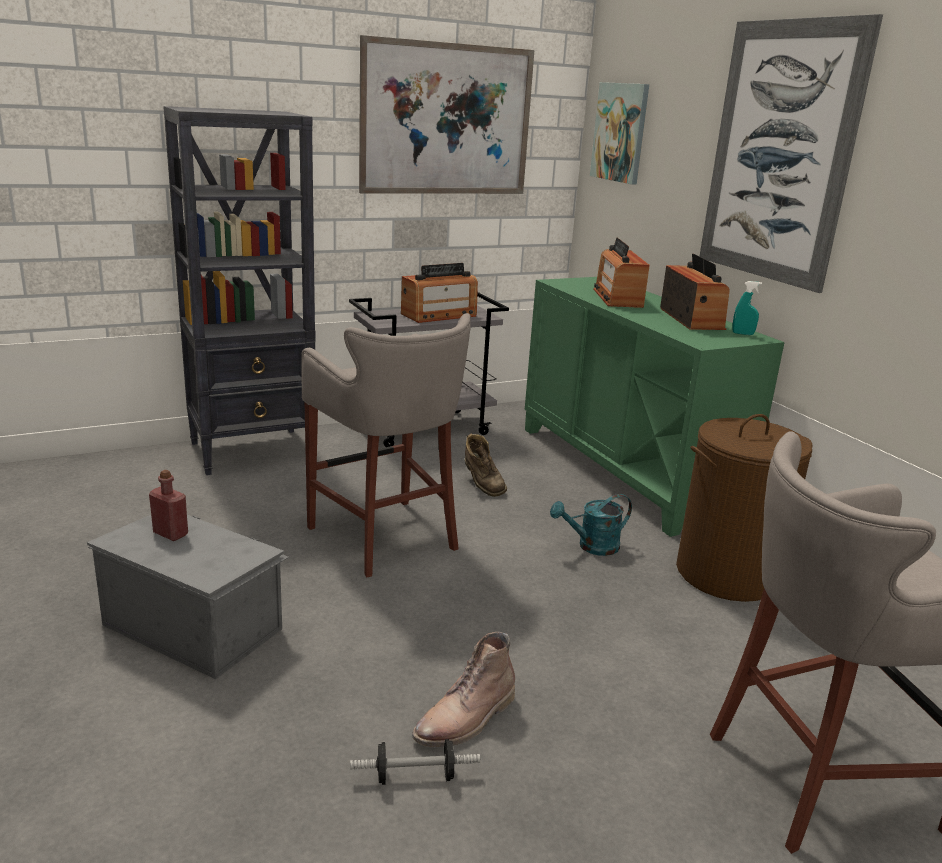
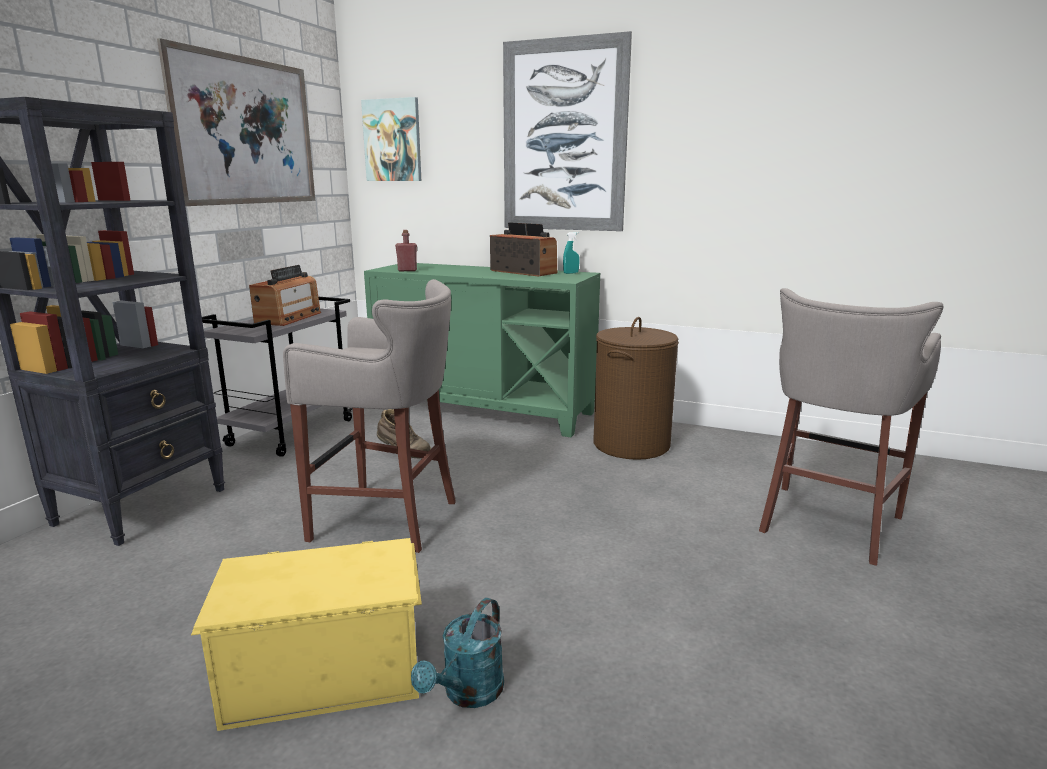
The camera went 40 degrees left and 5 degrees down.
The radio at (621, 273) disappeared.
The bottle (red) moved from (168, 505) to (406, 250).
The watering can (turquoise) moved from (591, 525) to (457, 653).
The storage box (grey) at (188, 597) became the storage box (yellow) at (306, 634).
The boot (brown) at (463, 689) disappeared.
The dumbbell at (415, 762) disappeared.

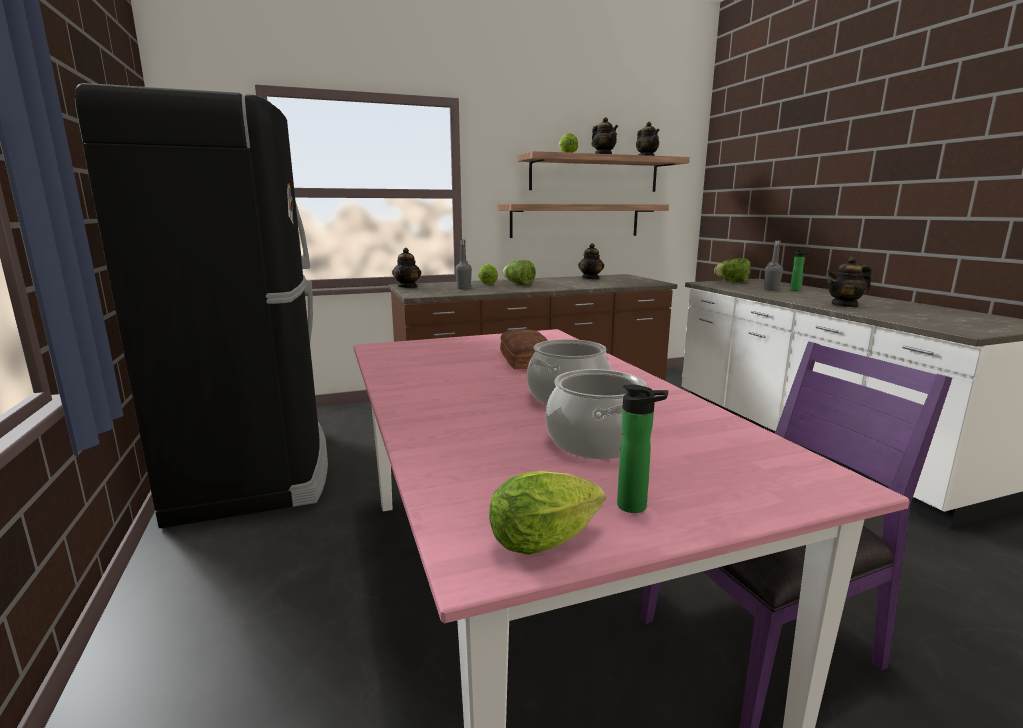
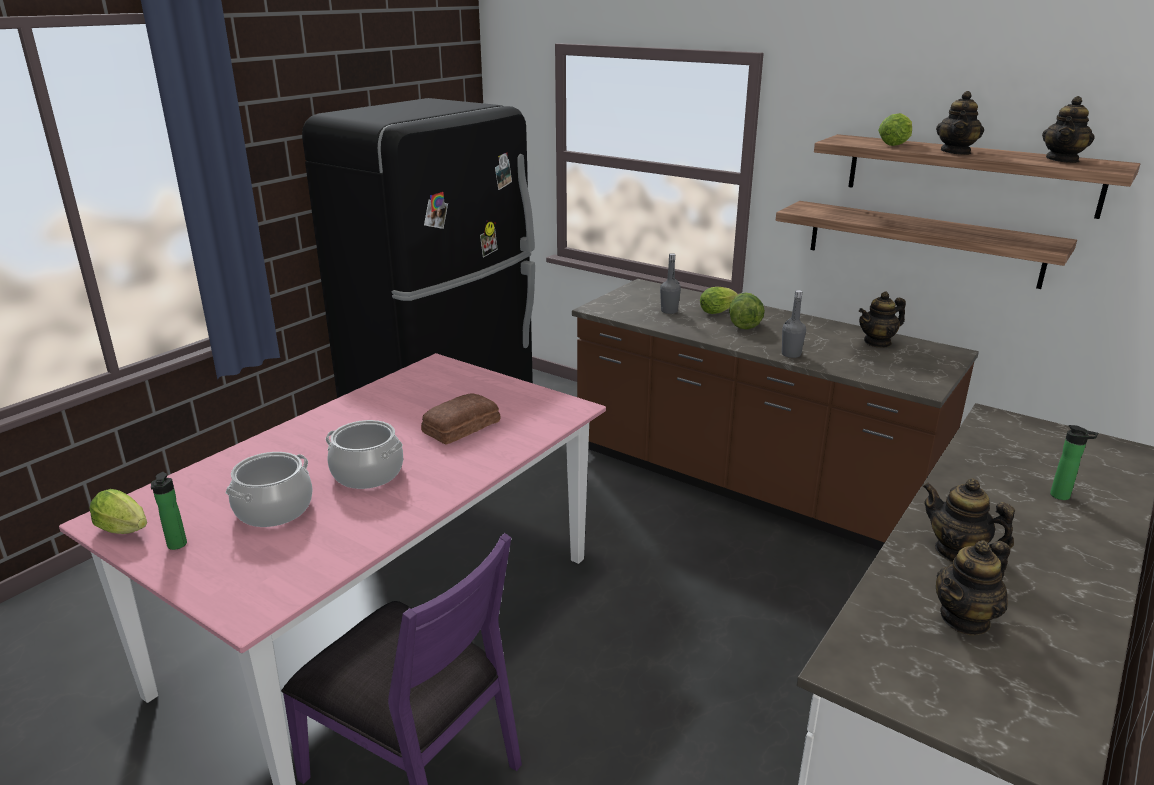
The camera went 55 degrees right and 10 degrees up.
The bottle (grey) moved from (773, 265) to (794, 324).
The teapot moved from (406, 268) to (973, 588).
The lettuce at (732, 270) disappeared.

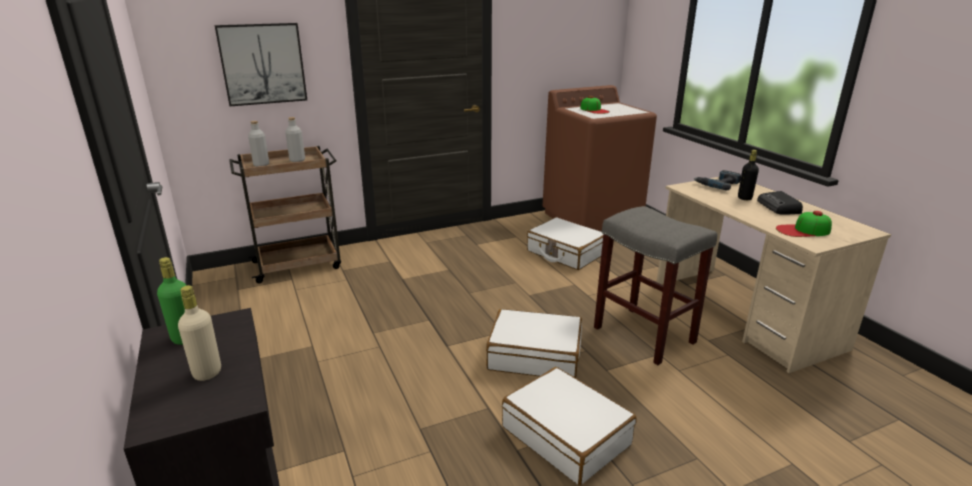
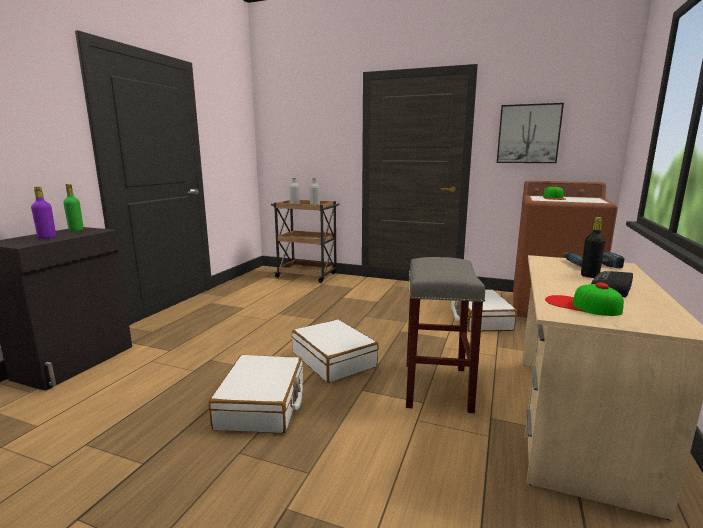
The camera went 45 degrees right and 10 degrees down.
The picture moved from (261, 64) to (530, 133).
The bottle (beige) at (199, 333) became the bottle (purple) at (43, 213).

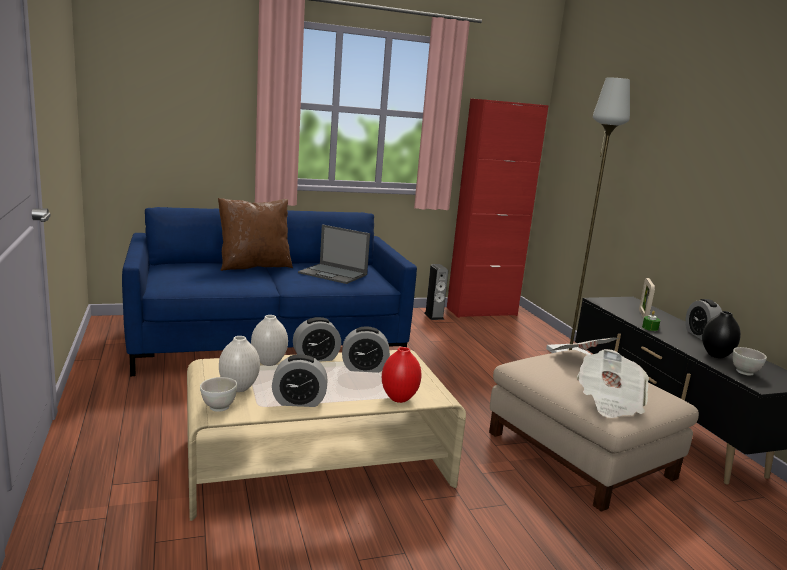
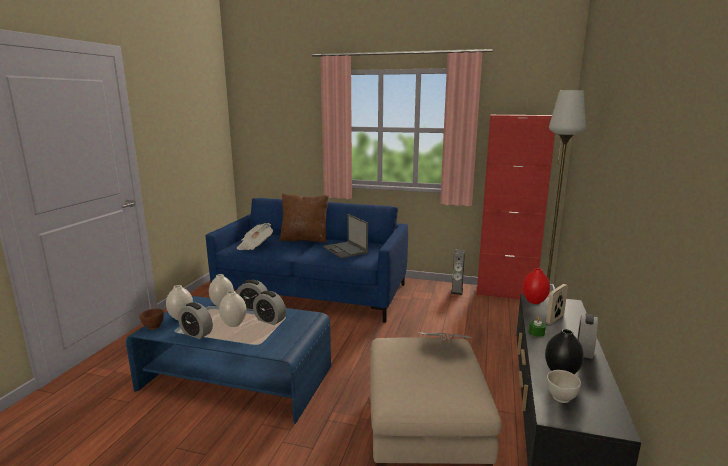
The camera went 35 degrees right and 0 degrees up.
The vase (red) moved from (401, 375) to (536, 286).
The newspaper moved from (613, 383) to (255, 236).
The coffee table (beige) at (326, 435) became the coffee table (blue) at (228, 360).
The bowl (white) at (218, 394) became the bowl (brown) at (151, 319).
The vase (white) at (232, 308) appeared.

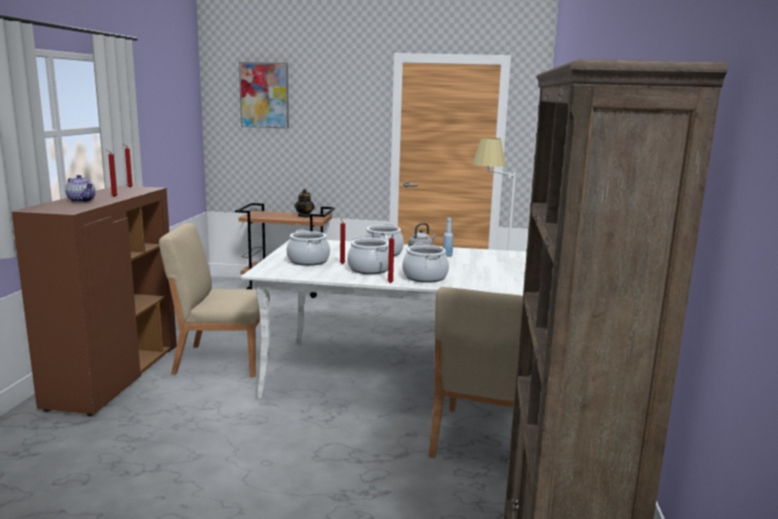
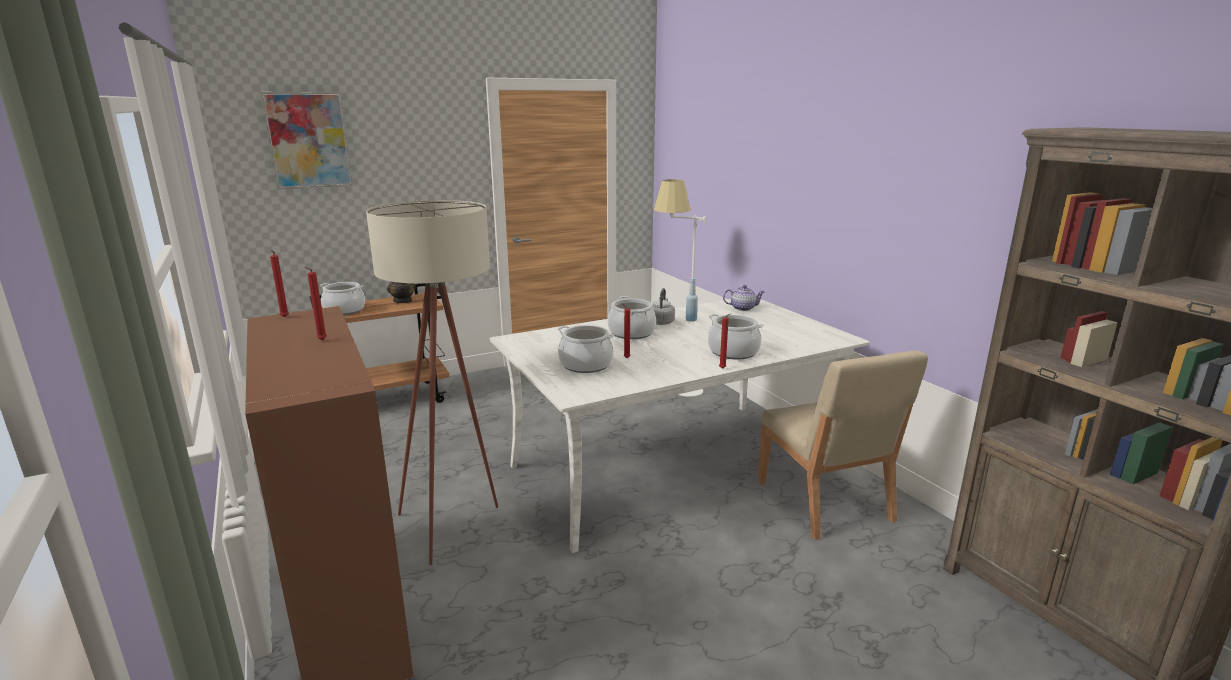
The camera went 35 degrees left and 5 degrees up.
The teapot moved from (80, 189) to (744, 298).
The chair (beige) at (214, 300) was replaced by the floor lamp (beige) at (432, 382).
The cooking pot moved from (368, 255) to (342, 298).

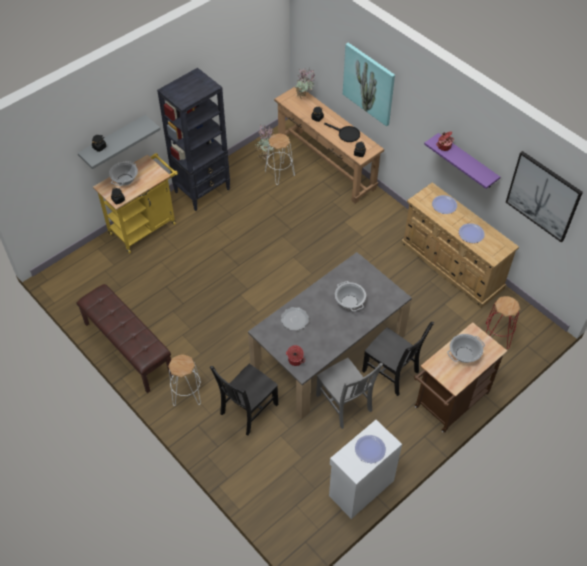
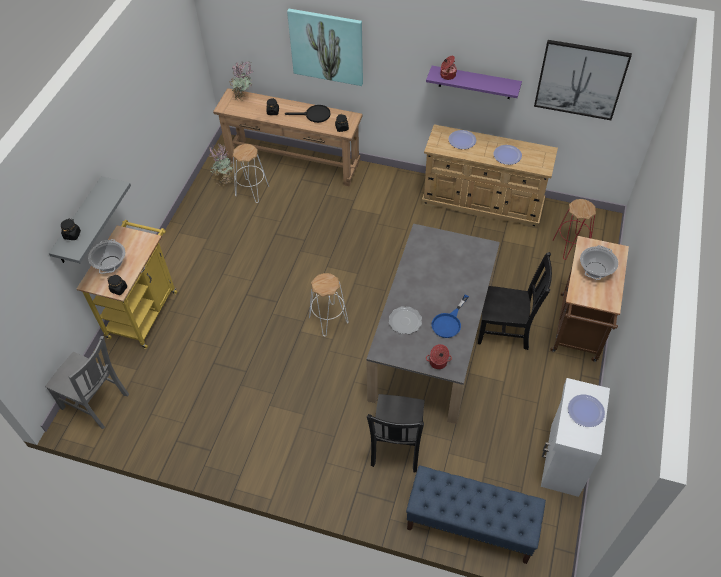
The camera went 30 degrees left and 0 degrees up.
The bookcase (black) at (193, 139) disappeared.
The cooking pot at (350, 296) disappeared.
The bench (brown) at (124, 338) disappeared.
The stool (white) moved from (184, 380) to (328, 305).
The chair (grey) moved from (349, 393) to (87, 382).
The frying pan (blue) at (450, 316) appeared.
The bench (blue) at (476, 514) appeared.

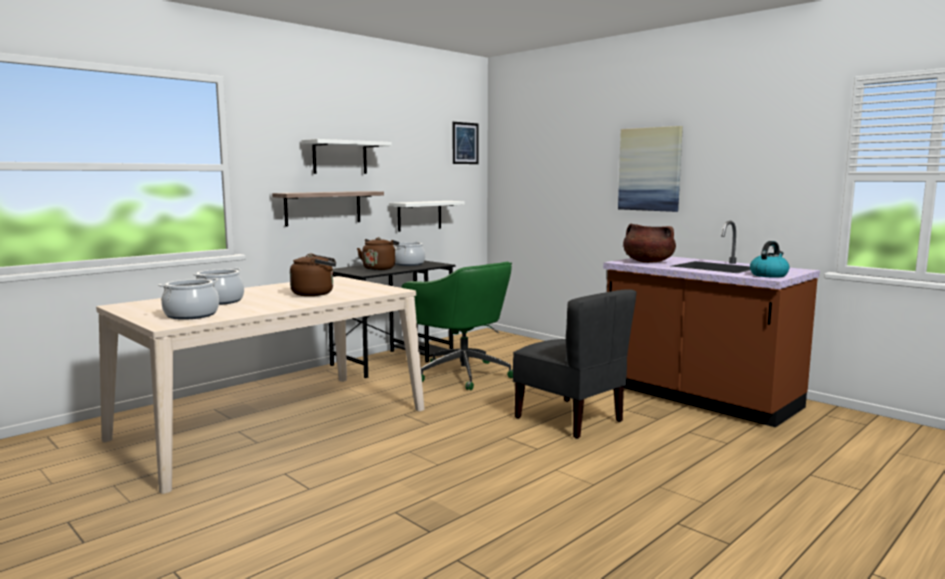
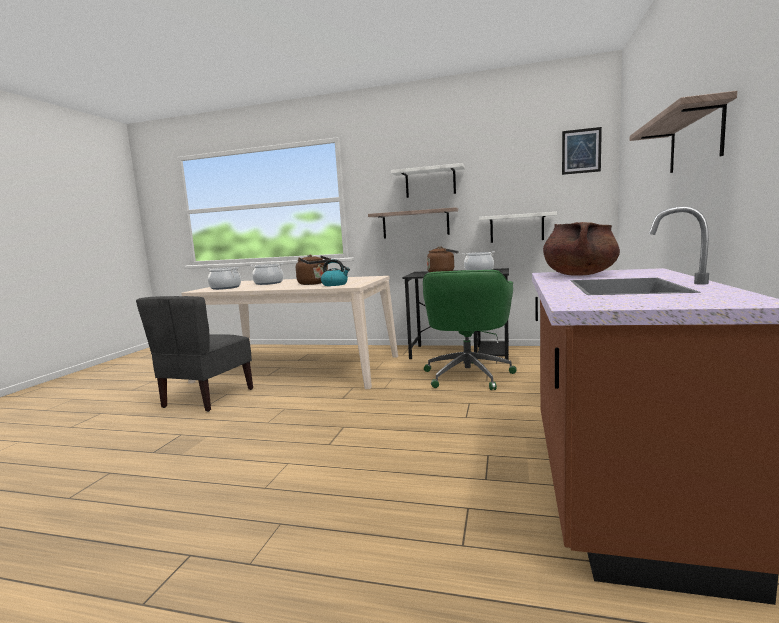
The camera went 60 degrees right and 0 degrees up.
The picture at (650, 169) was replaced by the shelf at (683, 132).
The kettle moved from (769, 259) to (335, 272).
The chair (grey) moved from (575, 364) to (194, 354).

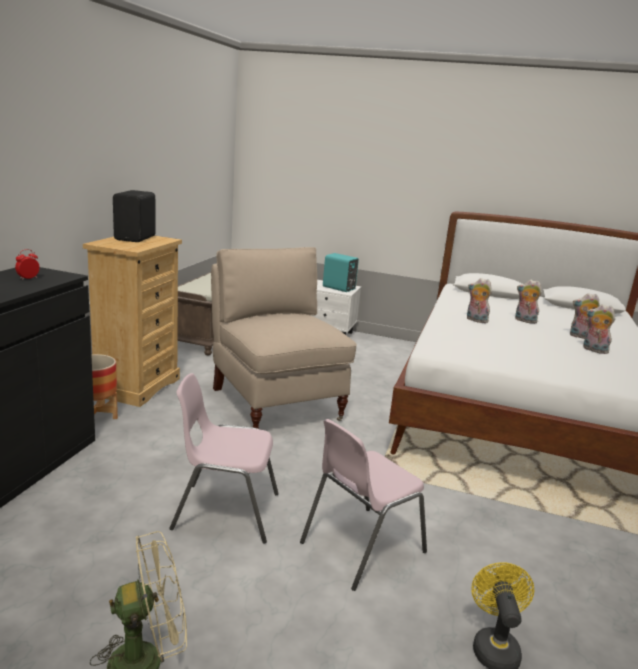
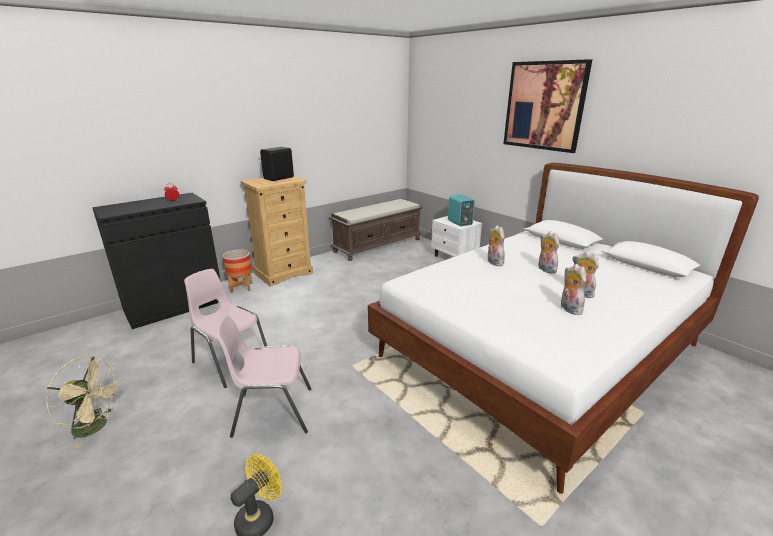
The camera went 35 degrees right and 5 degrees up.
The chair (beige) at (284, 338) disappeared.
The picture at (547, 106) appeared.

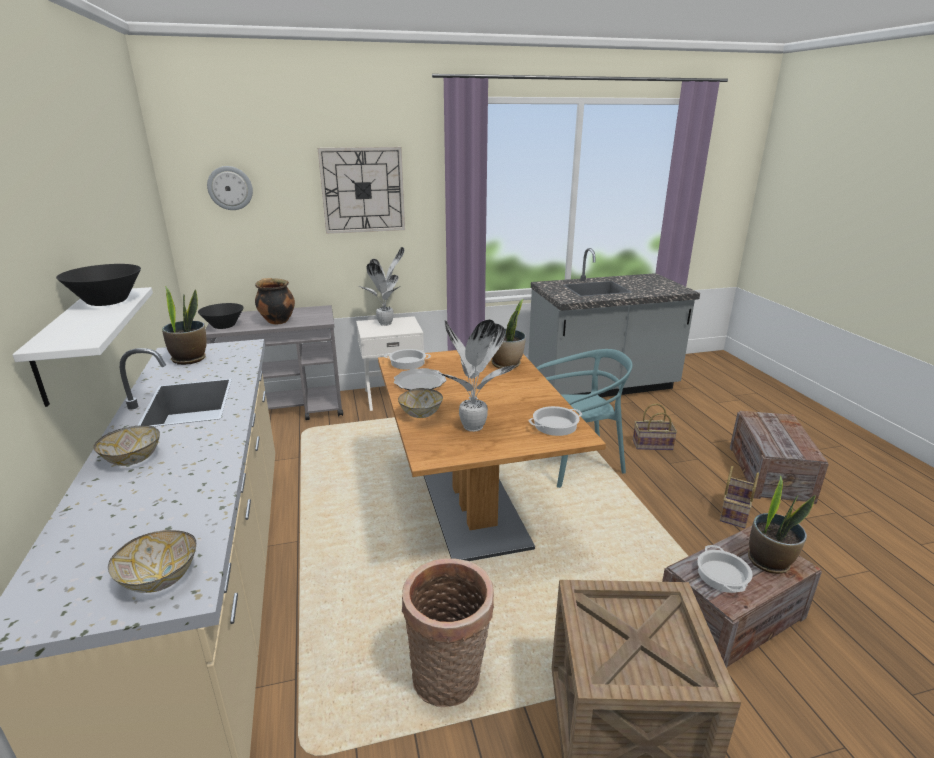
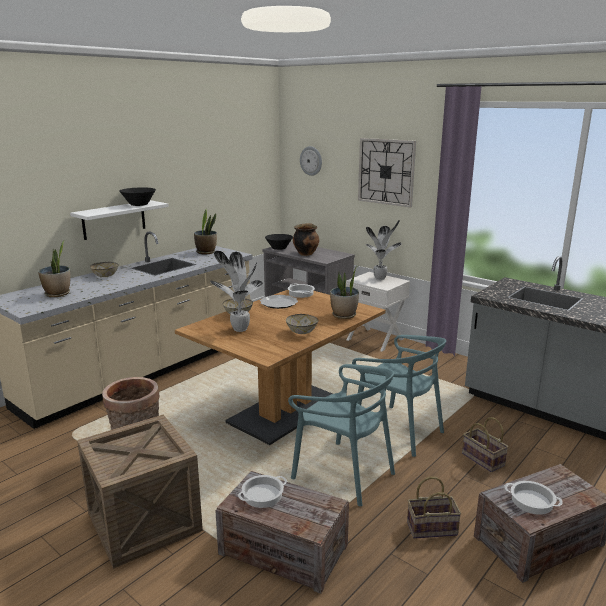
The camera went 55 degrees right and 5 degrees down.
The cooking pot moved from (555, 421) to (533, 498).
The potted plant moved from (782, 524) to (54, 268).
The bowl moved from (152, 561) to (302, 324).
The chair (turquoise) at (341, 435) appeared.

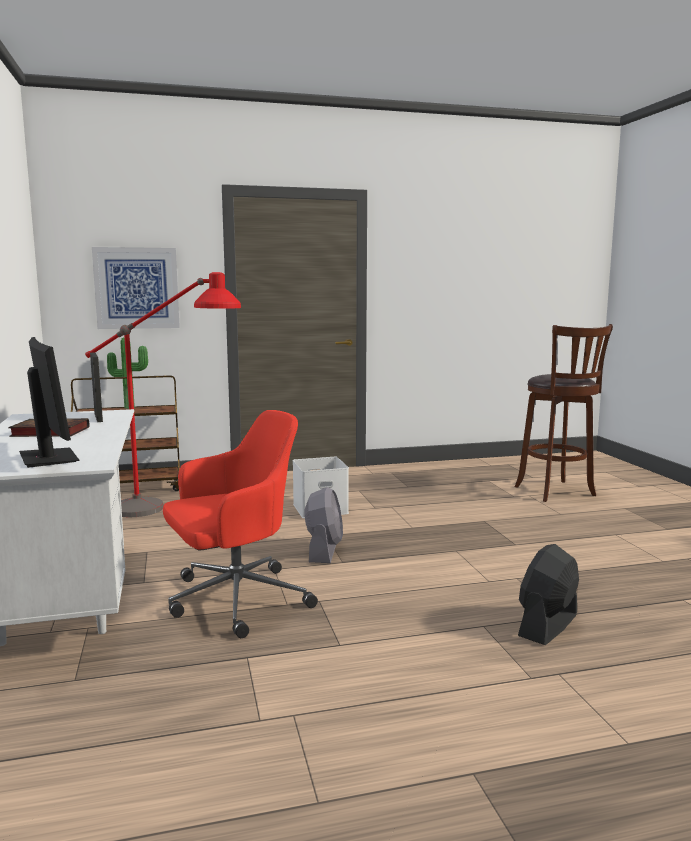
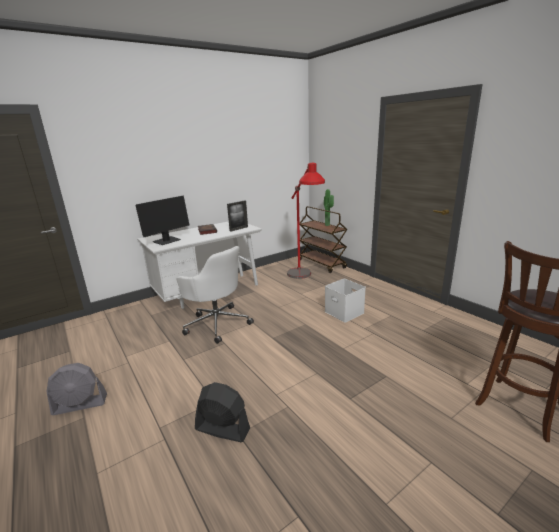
The camera went 70 degrees right and 10 degrees up.
The picture at (136, 288) disappeared.
The office chair (red) at (240, 524) became the office chair (white) at (215, 295).
The fan (grey) moved from (323, 525) to (76, 389).

